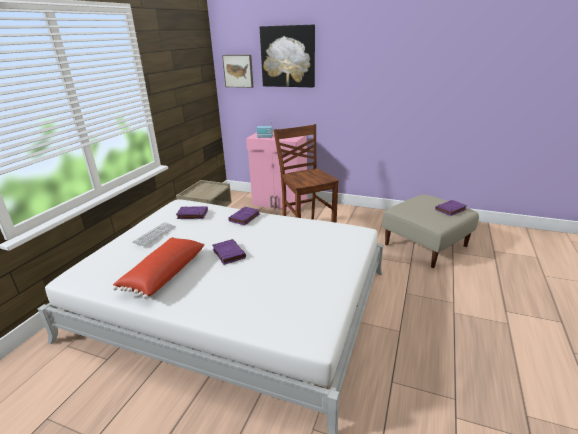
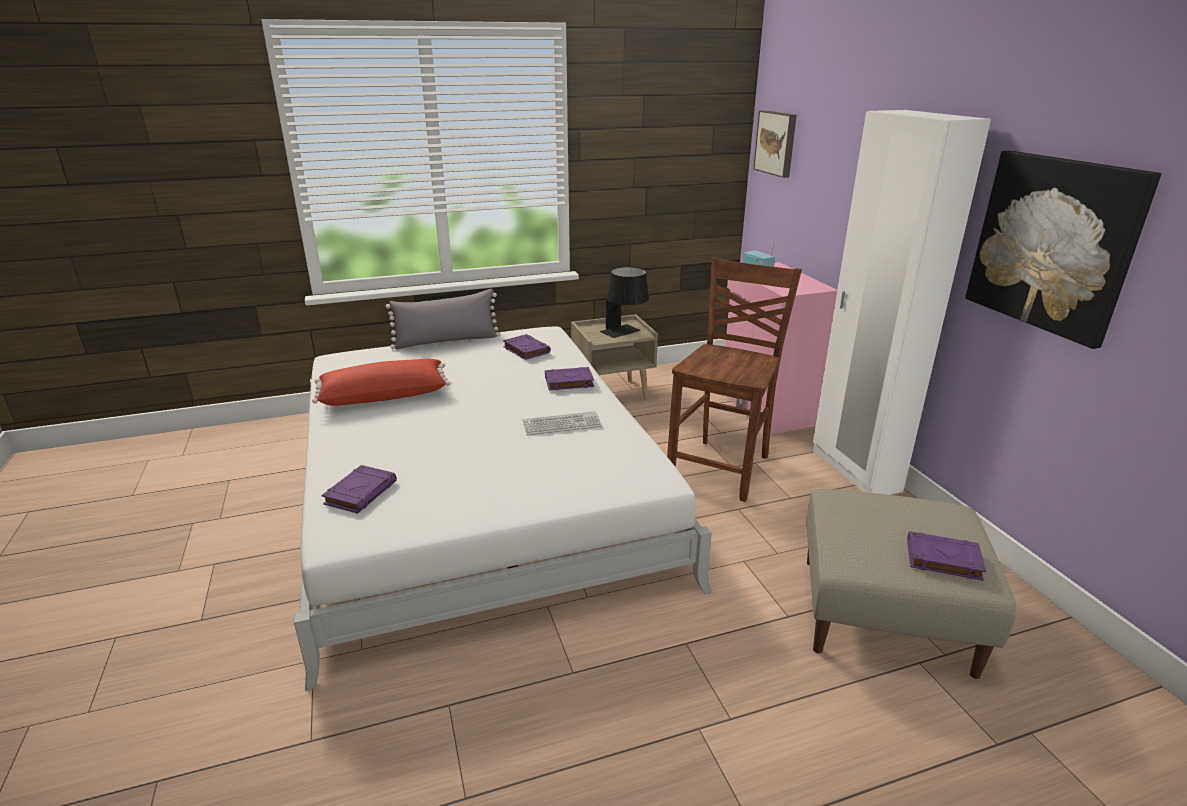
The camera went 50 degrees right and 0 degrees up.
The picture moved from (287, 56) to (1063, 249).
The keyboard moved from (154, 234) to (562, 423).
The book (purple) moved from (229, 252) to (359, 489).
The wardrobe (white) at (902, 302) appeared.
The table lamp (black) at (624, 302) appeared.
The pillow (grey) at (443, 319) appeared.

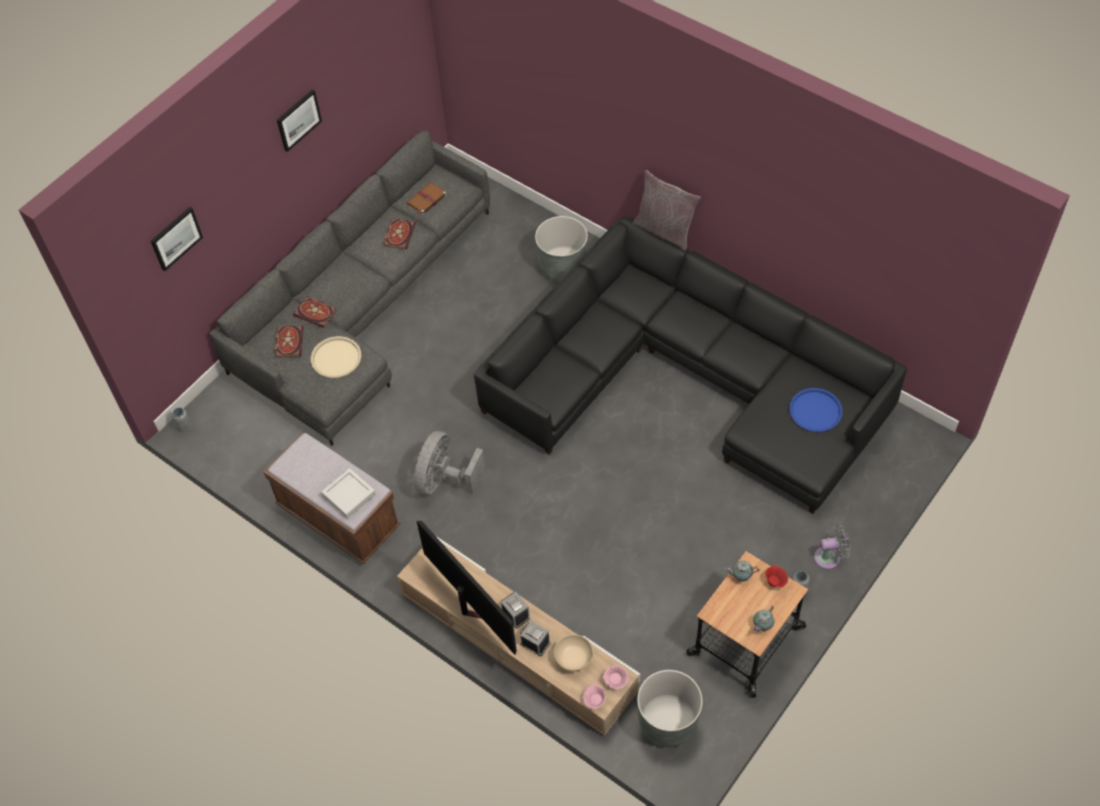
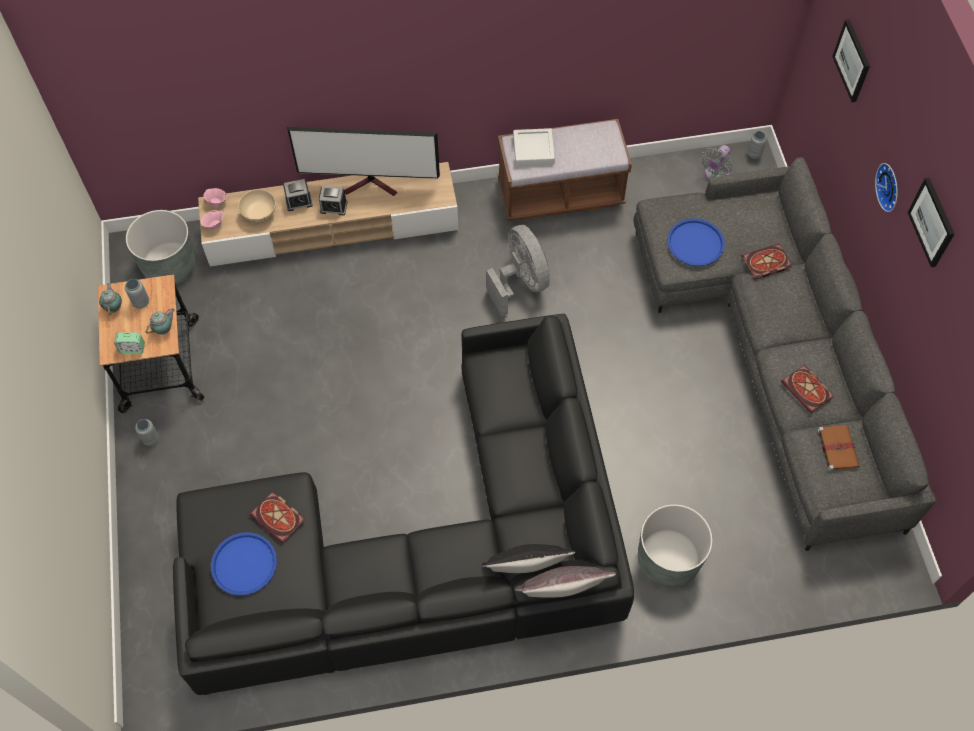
The camera went 130 degrees right and 5 degrees up.
The book moved from (289, 342) to (277, 517).
The tray (beige) at (336, 357) became the tray (blue) at (696, 242).
The fan (grey) moved from (832, 547) to (716, 162).
The bowl (red) at (776, 576) was replaced by the alarm clock at (129, 343).
The wall clock at (886, 187) appeared.
The vase (grey) at (137, 294) appeared.
The pillow (black) at (528, 558) appeared.

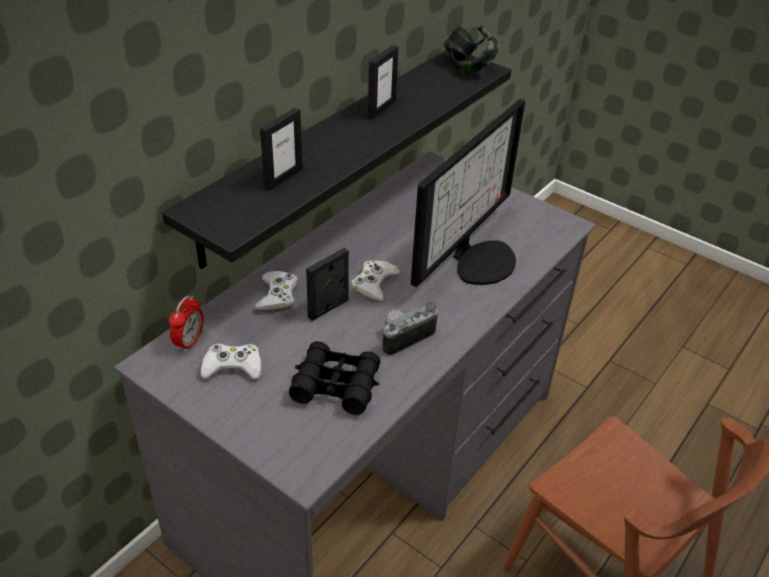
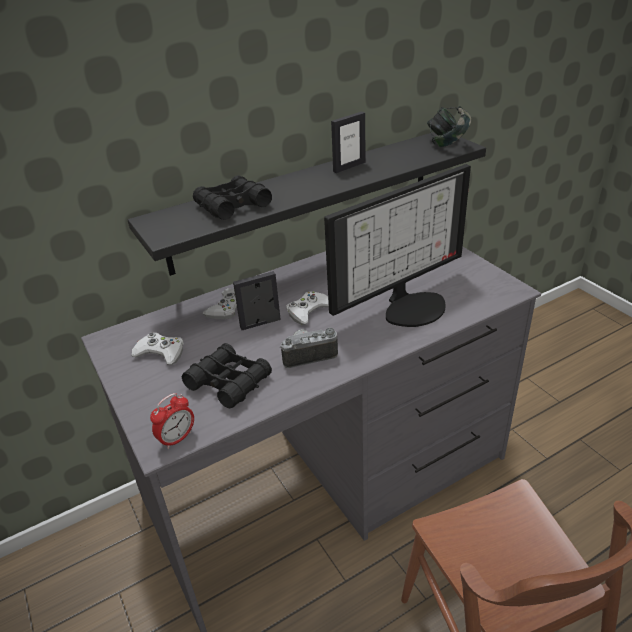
The camera went 25 degrees right and 5 degrees down.
The picture frame at (281, 149) was replaced by the binoculars (black) at (232, 197).
The alarm clock moved from (186, 324) to (172, 421).

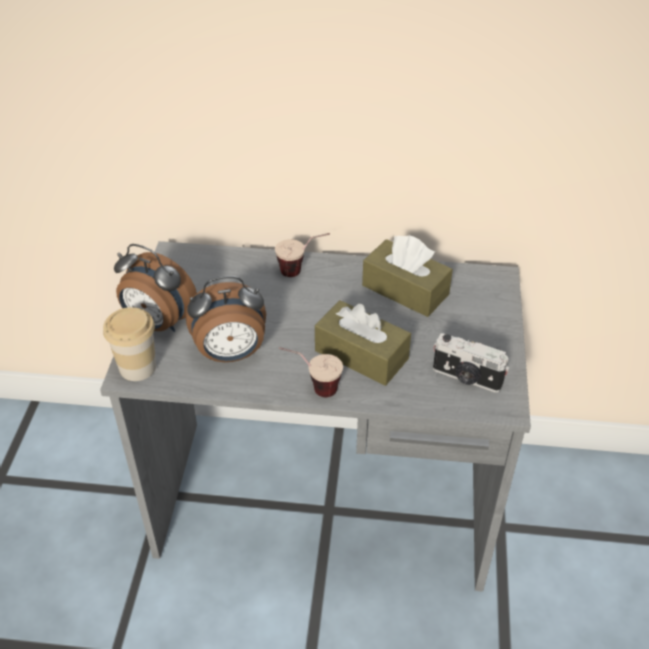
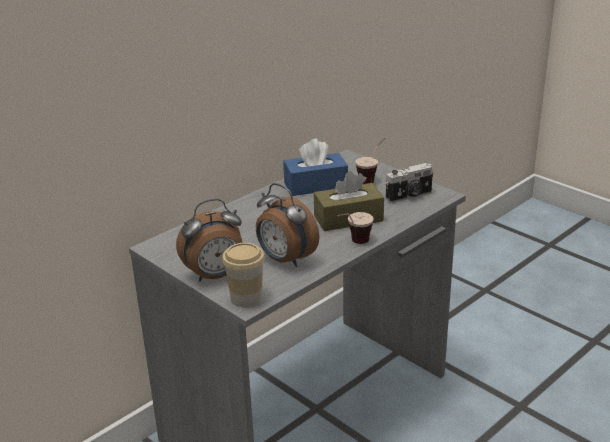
The camera went 50 degrees left and 15 degrees down.
The cup moved from (302, 255) to (370, 161).
The tissue box (brown) at (407, 276) became the tissue box (blue) at (315, 167).
The alarm clock at (226, 319) turned 105 degrees clockwise.

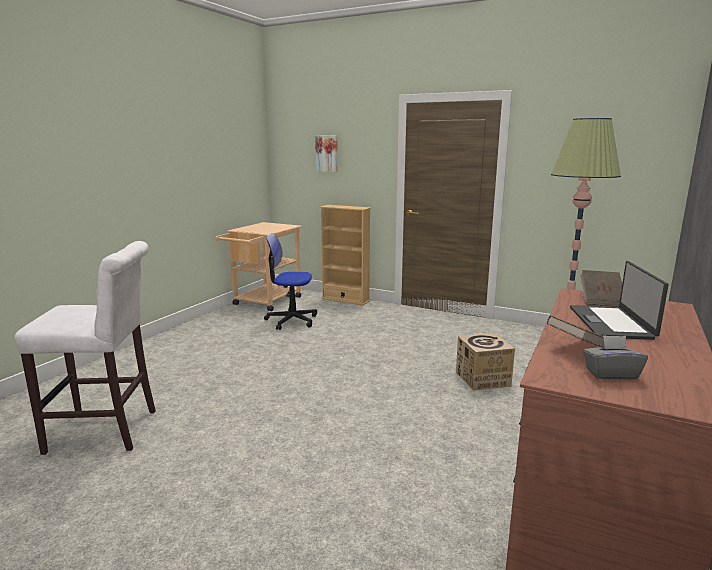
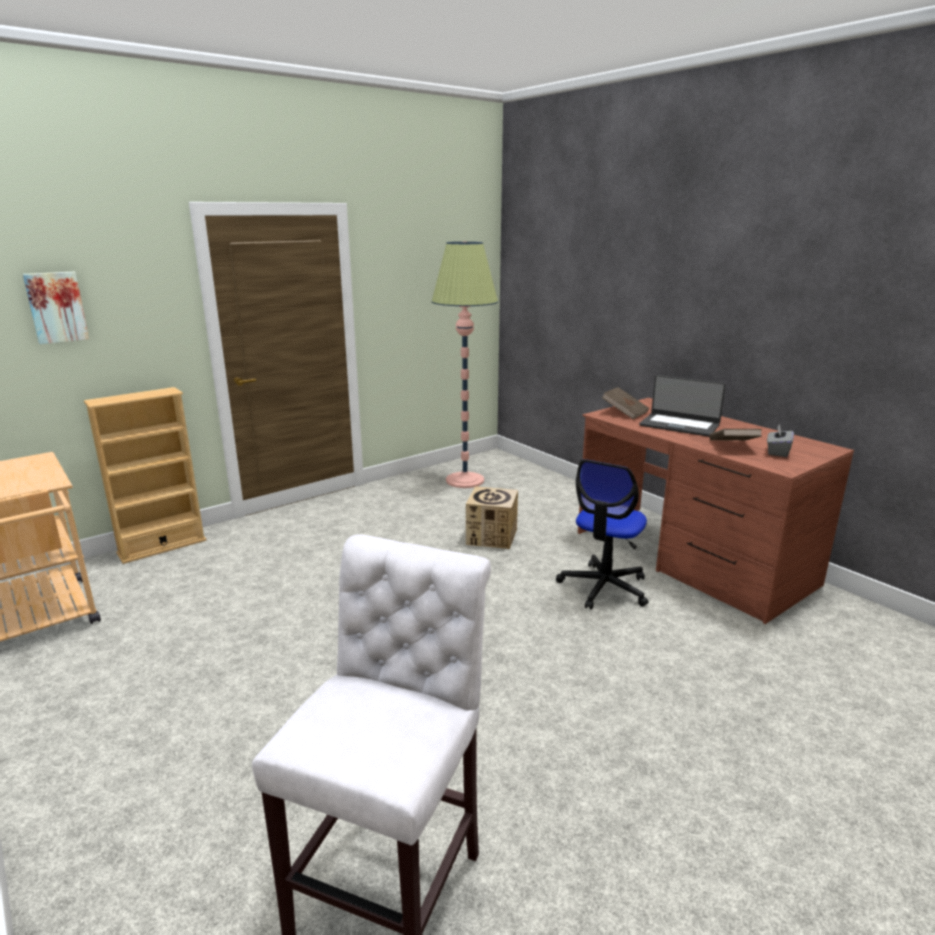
The camera went 65 degrees left and 5 degrees up.
The office chair moved from (290, 281) to (602, 534).

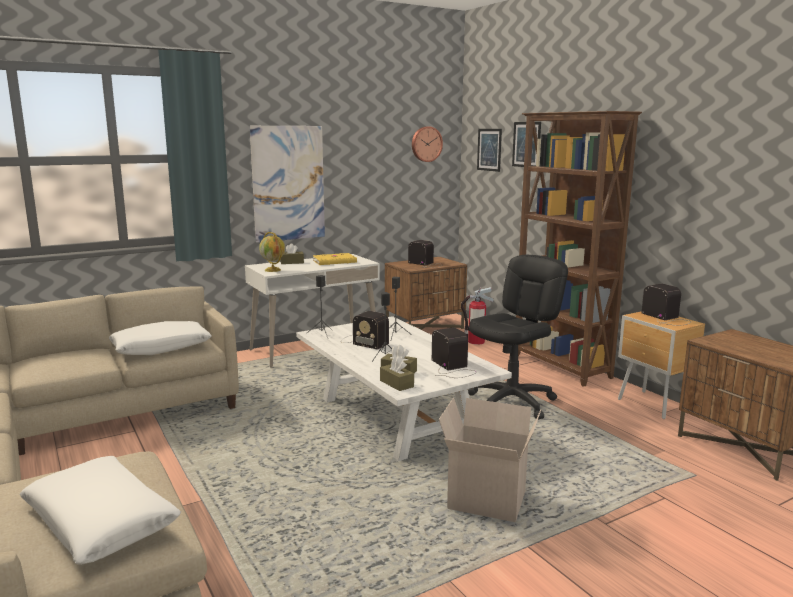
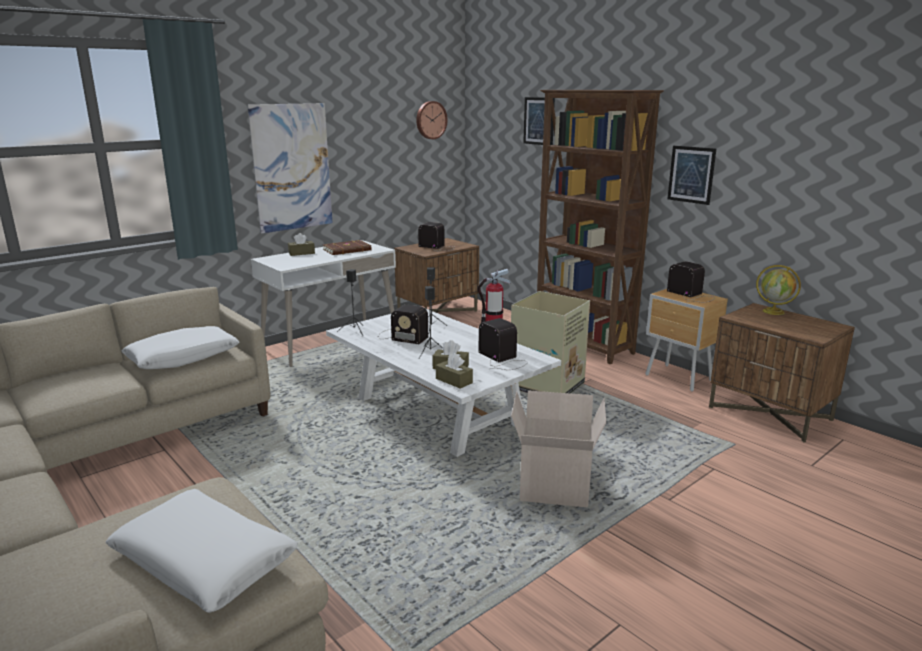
The camera went 10 degrees left and 5 degrees up.
The picture moved from (489, 150) to (691, 175).
The globe moved from (272, 252) to (778, 290).
The book (yellow) at (335, 259) became the book (brown) at (347, 247).
The office chair (black) at (518, 337) was replaced by the cardboard box at (550, 342).

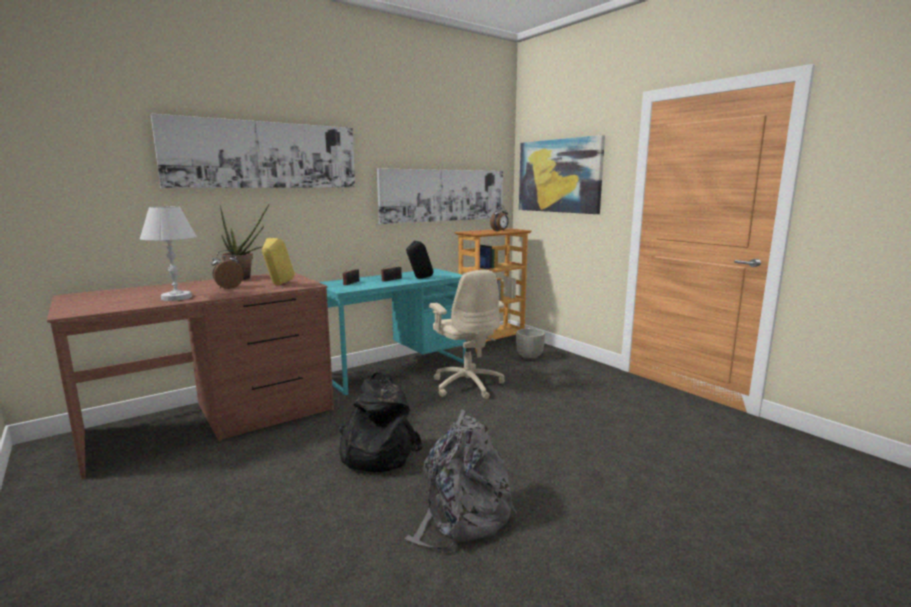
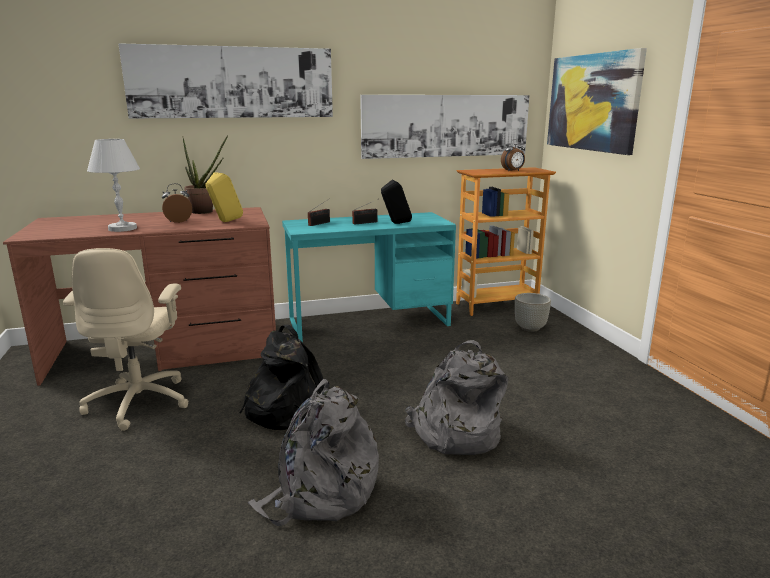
The camera went 20 degrees right and 5 degrees up.
The office chair (beige) moved from (466, 334) to (126, 339).
The backpack (grey) at (456, 397) appeared.

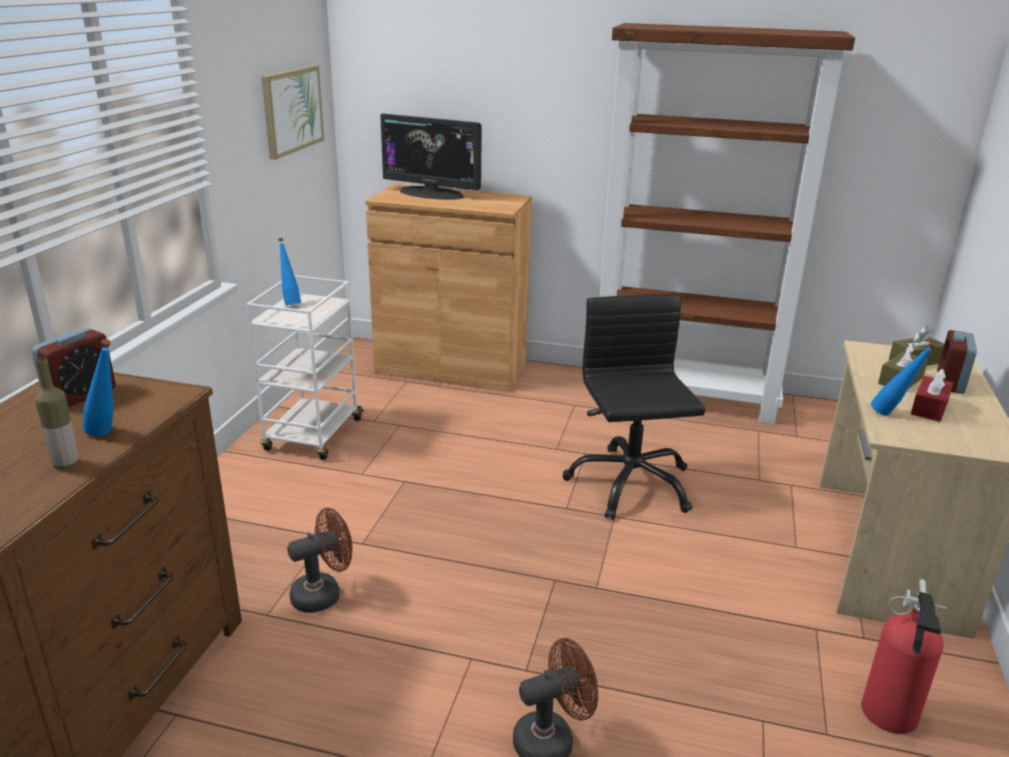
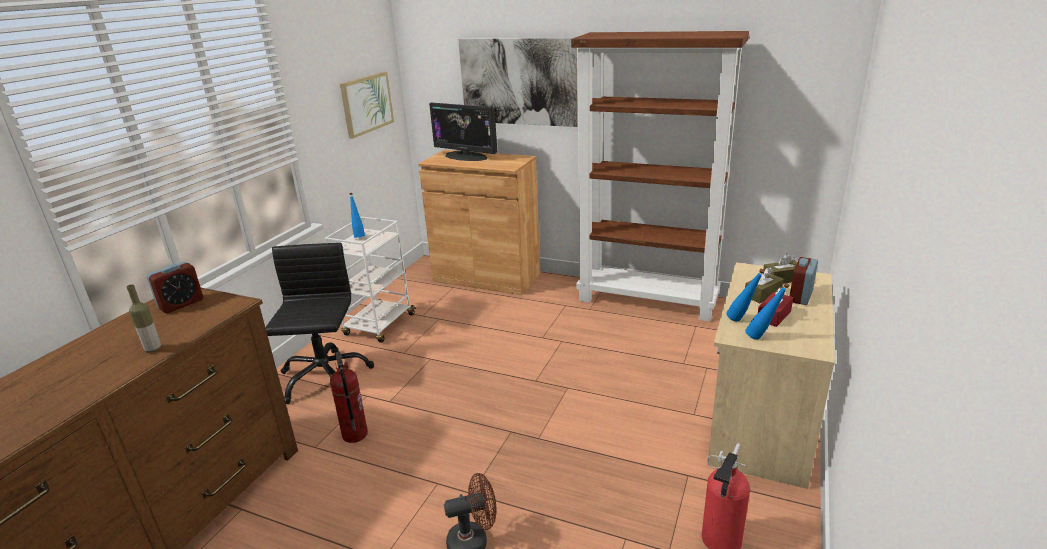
The camera went 10 degrees right and 0 degrees up.
The office chair (black) moved from (634, 407) to (319, 323).
The bottle (blue) moved from (98, 387) to (767, 311).
The fan (brown) at (320, 560) was replaced by the fire extinguisher at (349, 397).
The picture at (518, 82) appeared.

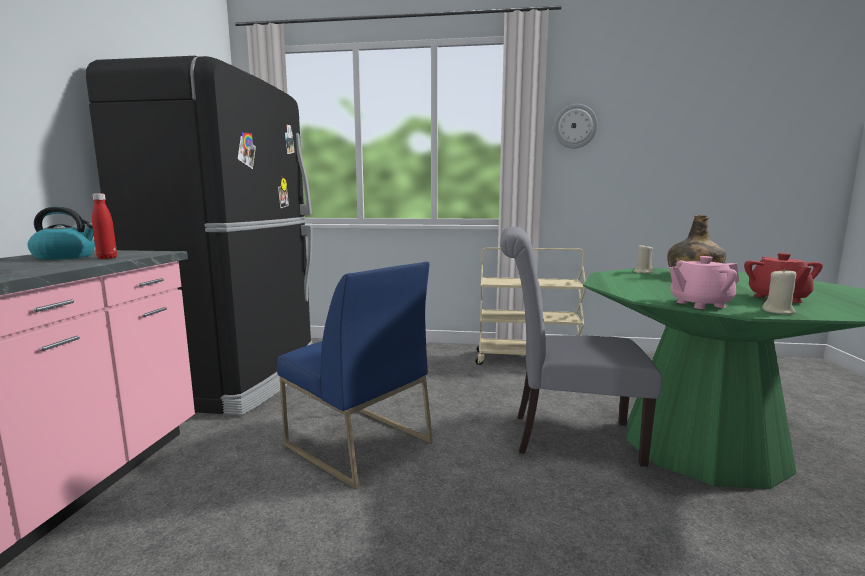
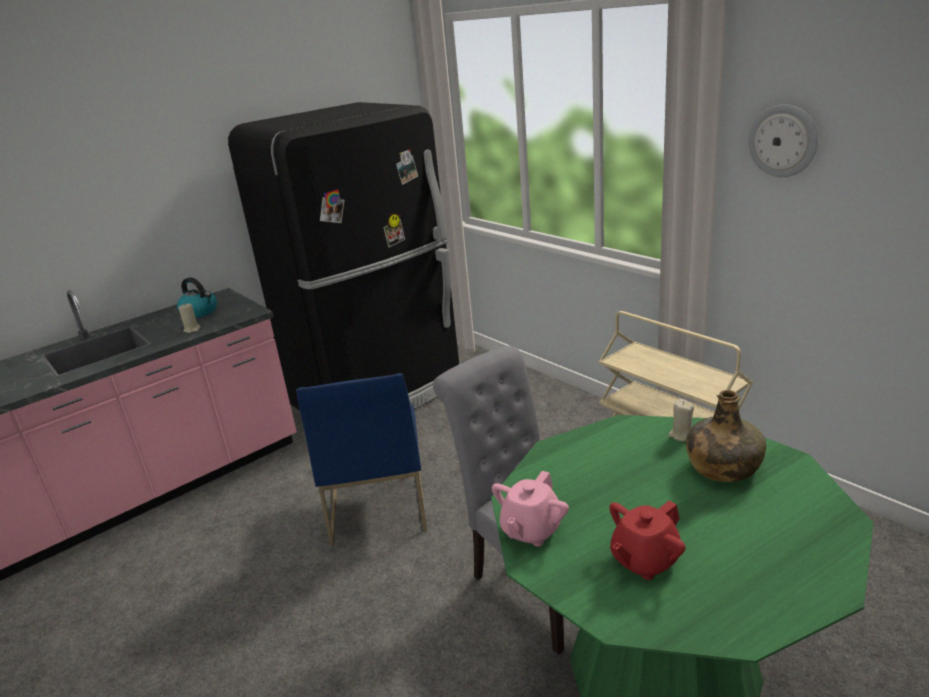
The camera went 45 degrees right and 15 degrees up.
The bottle (red) at (104, 226) disappeared.
The teapot (pink) at (704, 282) turned 90 degrees counterclockwise.
The candle (beige) moved from (779, 291) to (190, 318).

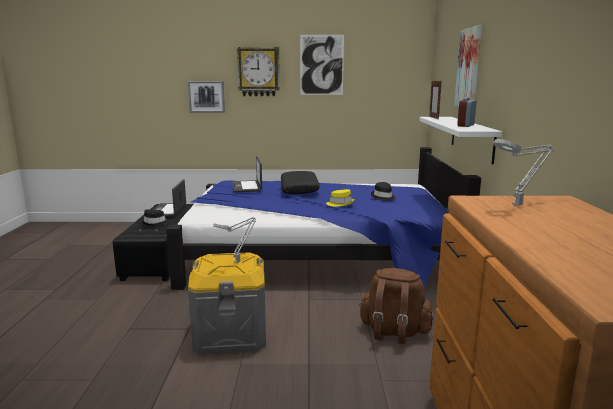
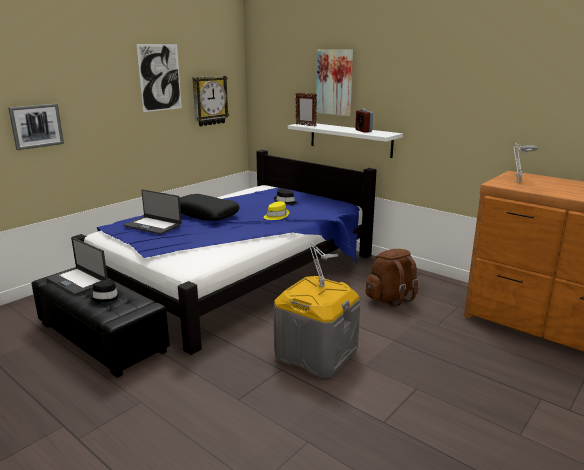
The camera went 50 degrees left and 5 degrees up.
The wall clock moved from (258, 71) to (210, 101).

